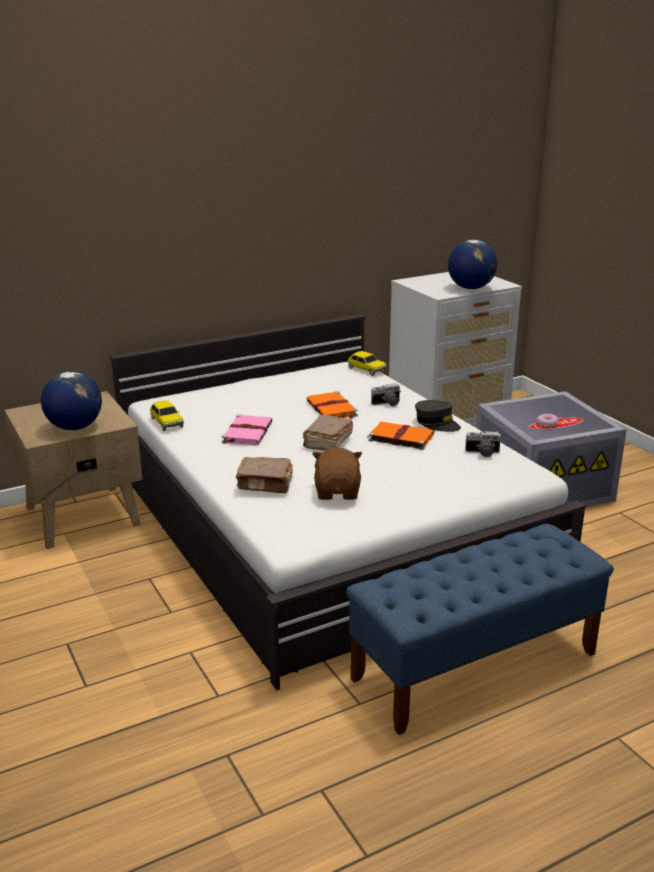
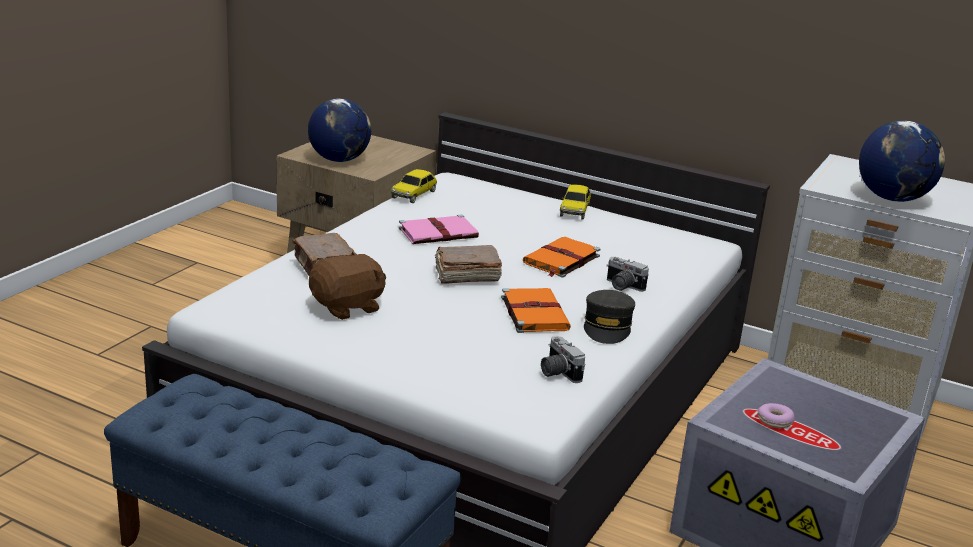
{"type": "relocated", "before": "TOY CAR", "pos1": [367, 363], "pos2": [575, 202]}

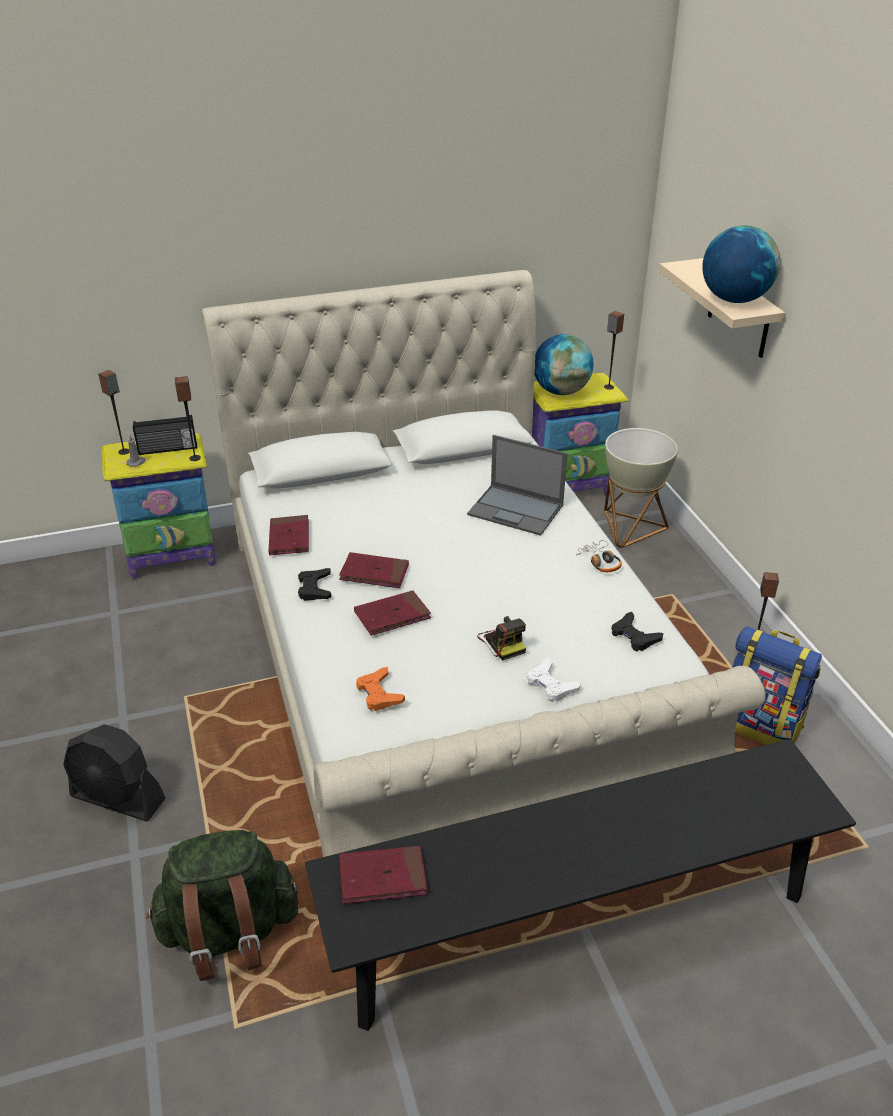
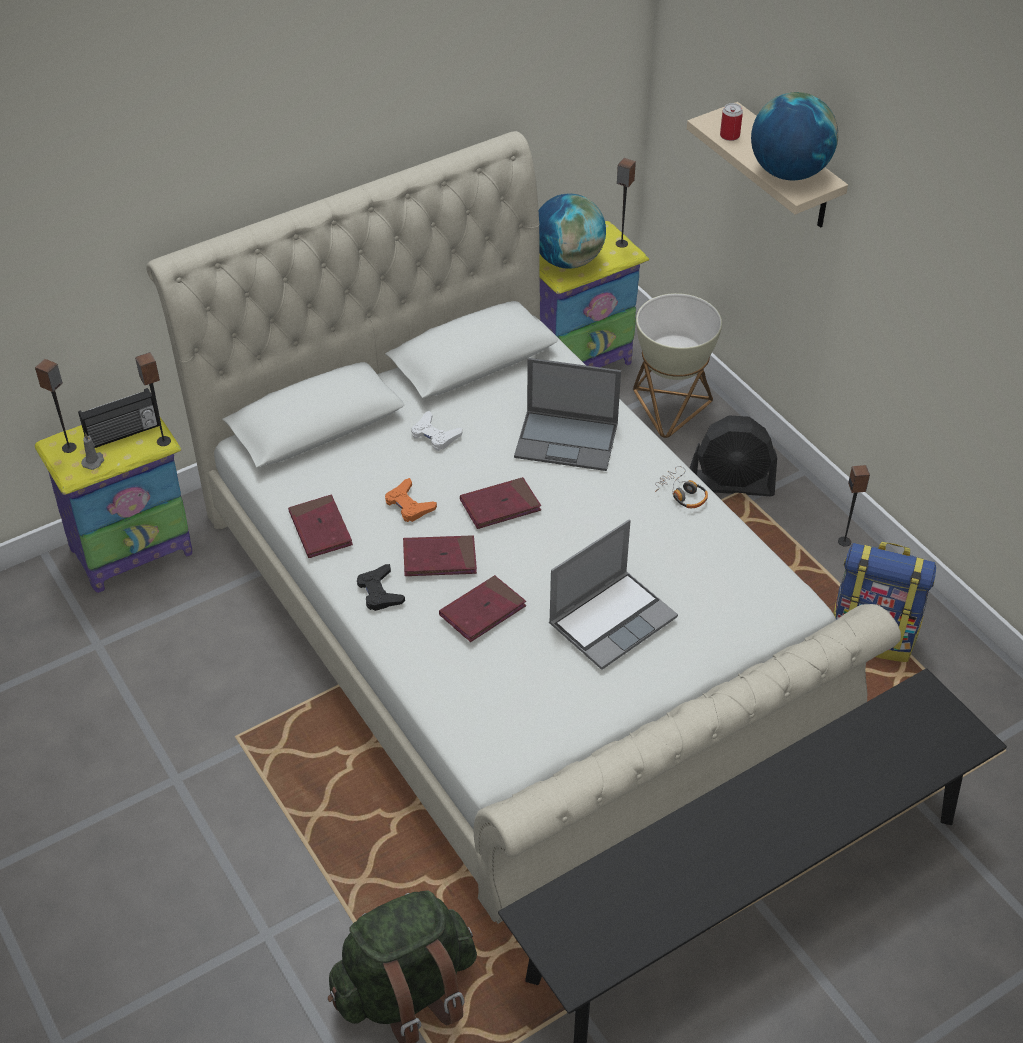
{"type": "missing", "before": "BLACK GAME CONTROLLER", "pos1": [637, 631]}
{"type": "appeared", "after": "CAN", "pos2": [731, 122]}
{"type": "relocated", "before": "BLACK FAN", "pos1": [114, 772], "pos2": [733, 455]}
{"type": "relocated", "before": "RED BOOK", "pos1": [383, 875], "pos2": [500, 503]}
{"type": "relocated", "before": "ORANGE GAME CONTROLLER", "pos1": [380, 689], "pos2": [411, 500]}
{"type": "relocated", "before": "WHITE GAME CONTROLLER", "pos1": [554, 680], "pos2": [436, 431]}
{"type": "exchanged", "before": "PHOTO CAMERA", "after": "LAPTOP", "pos1": [501, 638], "pos2": [613, 595]}

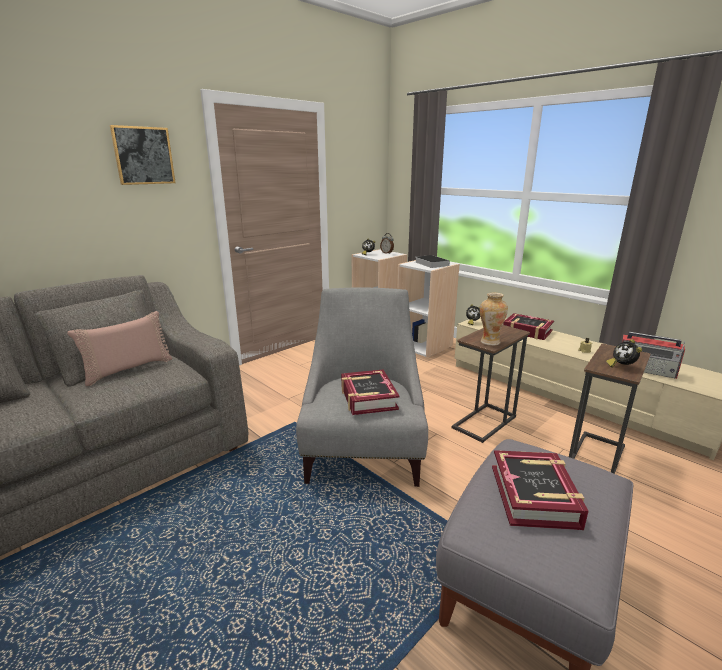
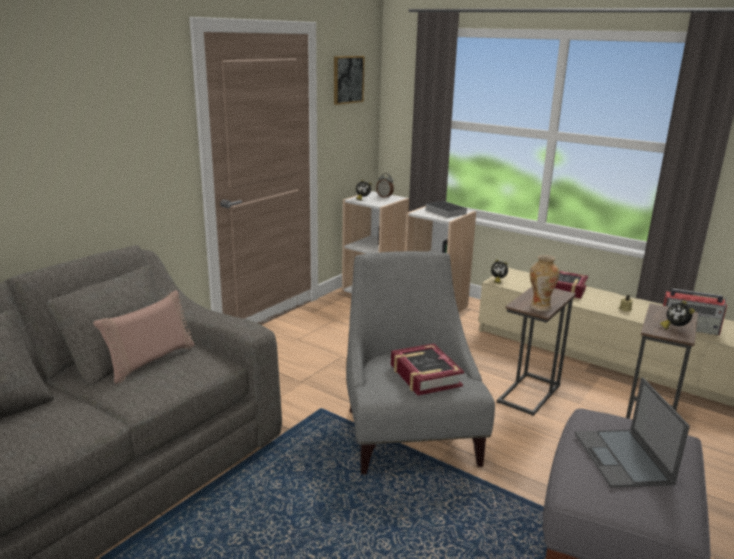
{"type": "relocated", "before": "PICTURE", "pos1": [143, 155], "pos2": [349, 80]}
{"type": "exchanged", "before": "BOOK", "after": "LAPTOP", "pos1": [540, 490], "pos2": [632, 433]}

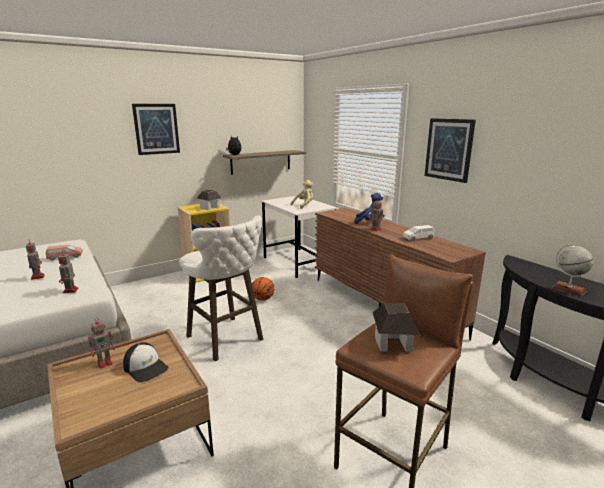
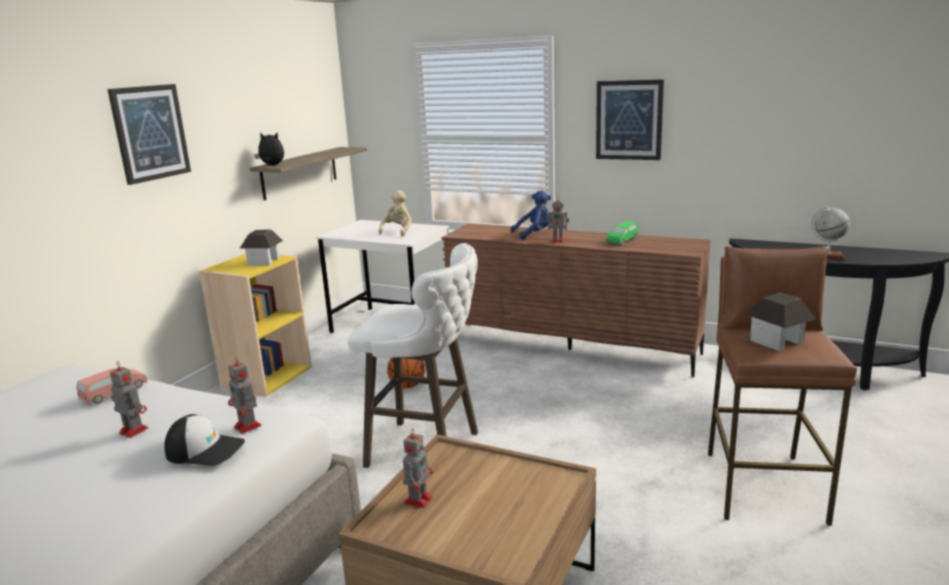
{"type": "relocated", "before": "CAP", "pos1": [146, 362], "pos2": [204, 440]}
{"type": "colour", "before": "WHITE TOY CAR", "after": "GREEN TOY CAR", "pos1": [419, 233], "pos2": [622, 233]}

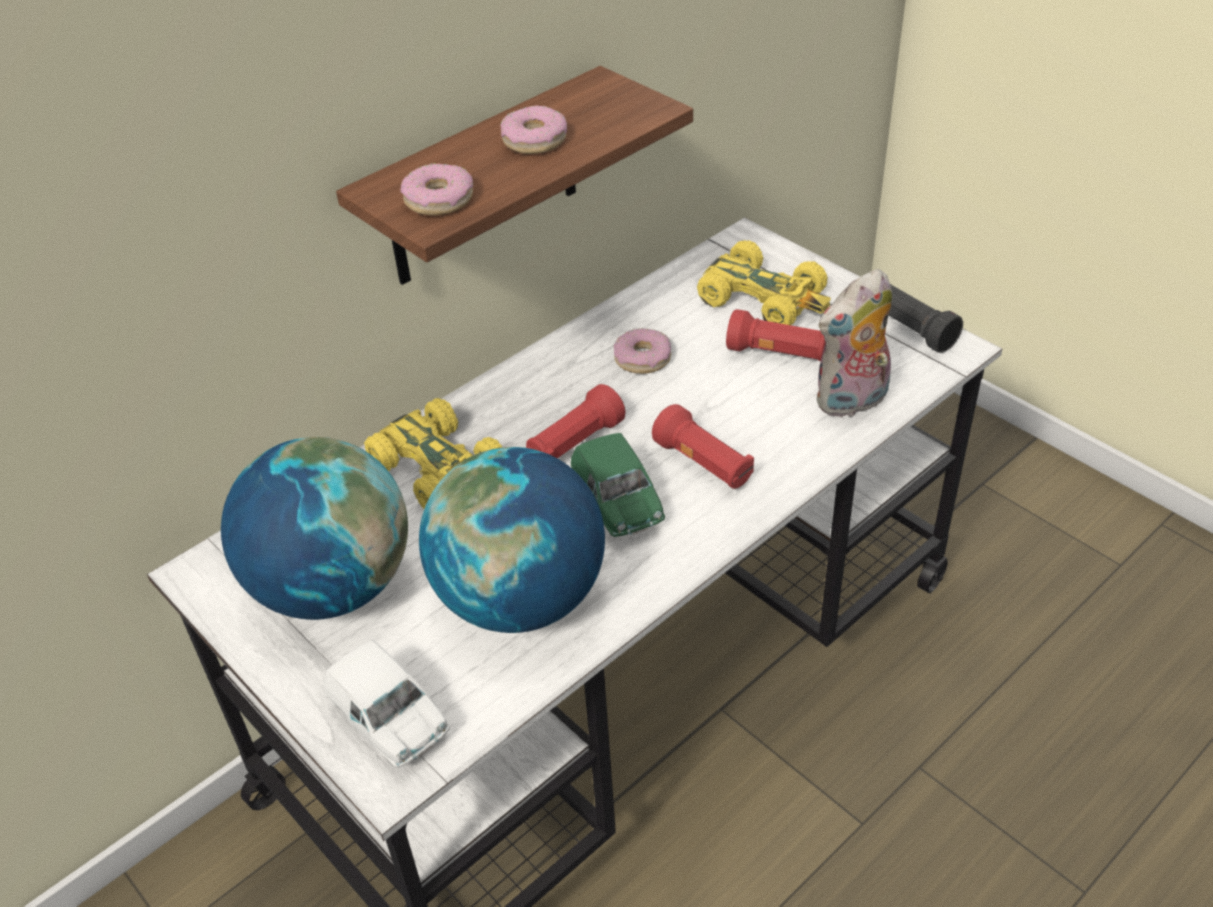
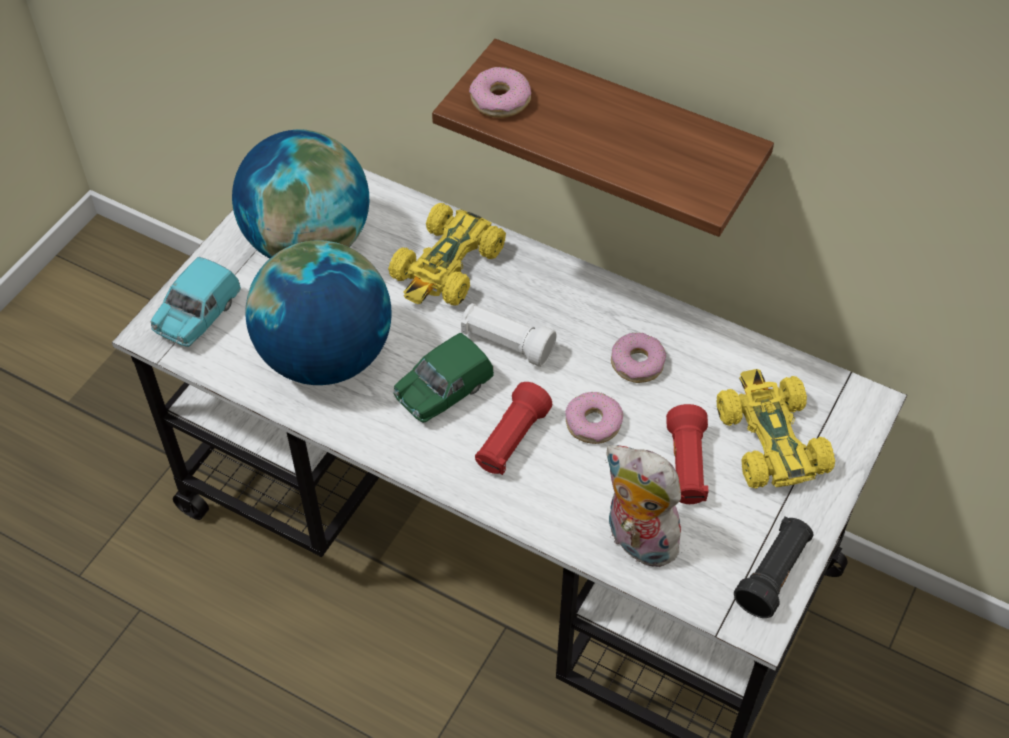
{"type": "relocated", "before": "DONUT", "pos1": [534, 129], "pos2": [594, 418]}
{"type": "colour", "before": "WHITE TOY CAR", "after": "TURQUOISE TOY CAR", "pos1": [386, 704], "pos2": [195, 302]}
{"type": "colour", "before": "RED FLASHLIGHT", "after": "WHITE FLASHLIGHT", "pos1": [575, 421], "pos2": [509, 335]}
{"type": "spun", "before": "YELLOW TOY CAR", "pos1": [764, 283], "pos2": [775, 429], "turn": 150}

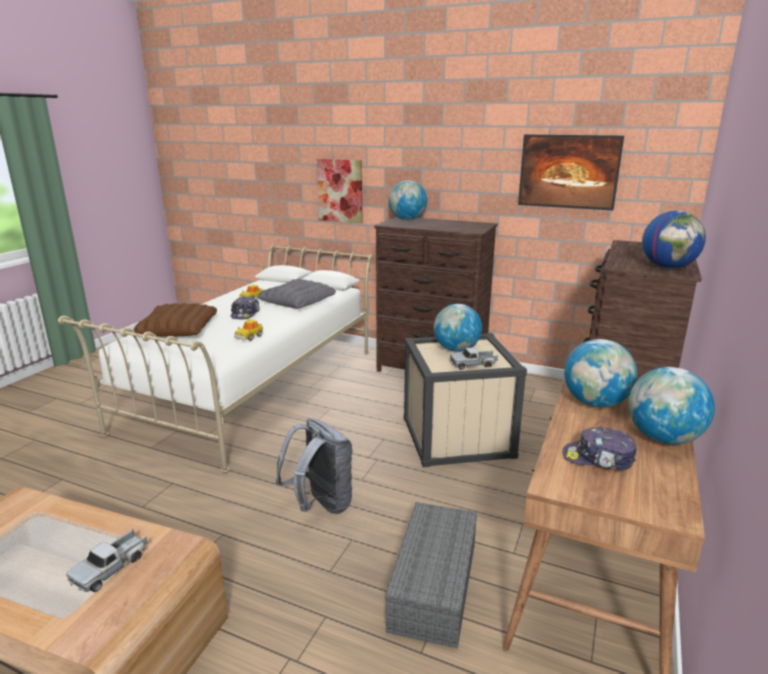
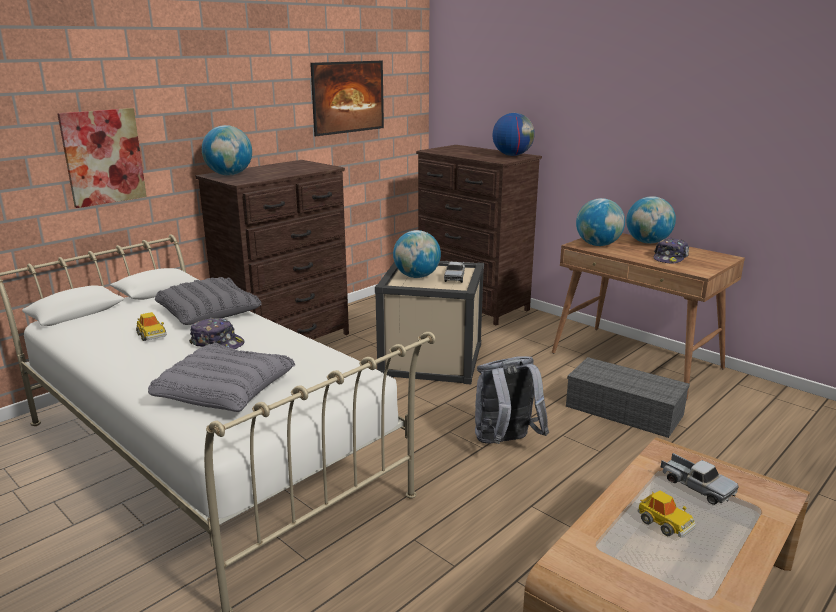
{"type": "relocated", "before": "TOY CAR", "pos1": [248, 330], "pos2": [667, 514]}
{"type": "colour", "before": "BROWN PILLOW", "after": "GREY PILLOW", "pos1": [175, 319], "pos2": [221, 377]}

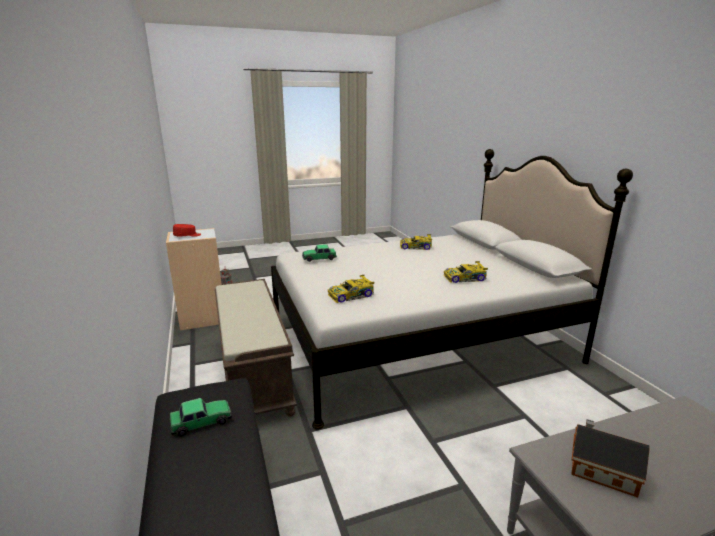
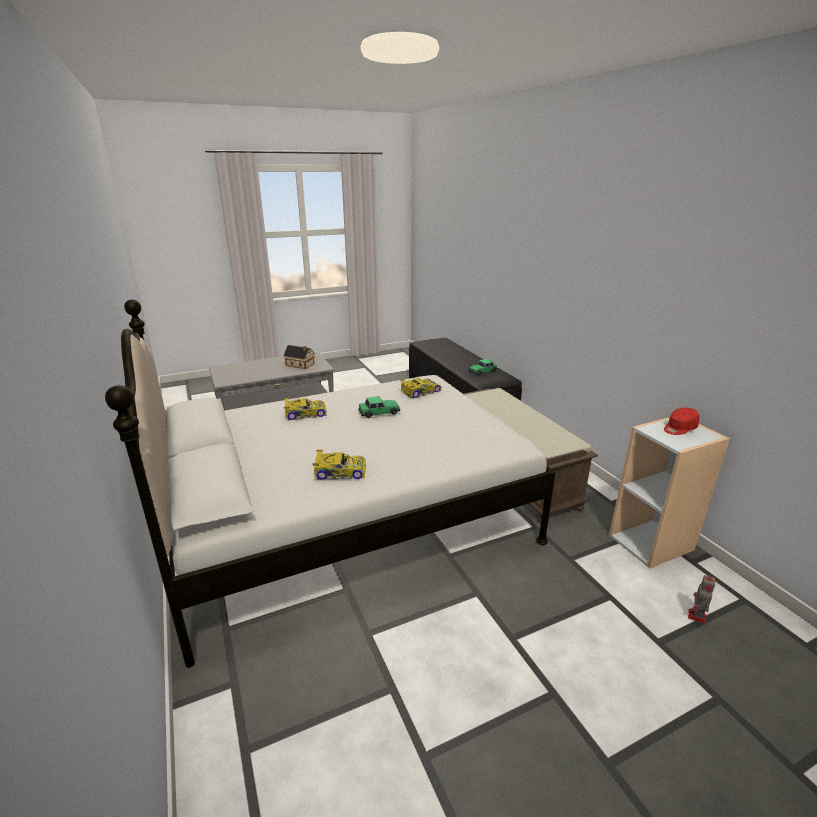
{"type": "relocated", "before": "TOY CAR", "pos1": [319, 253], "pos2": [379, 407]}

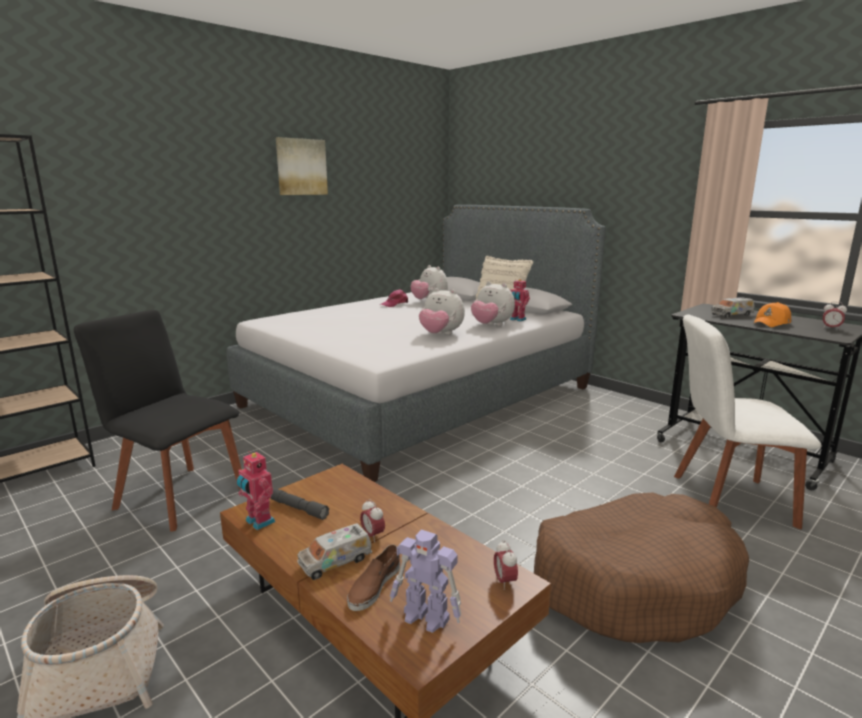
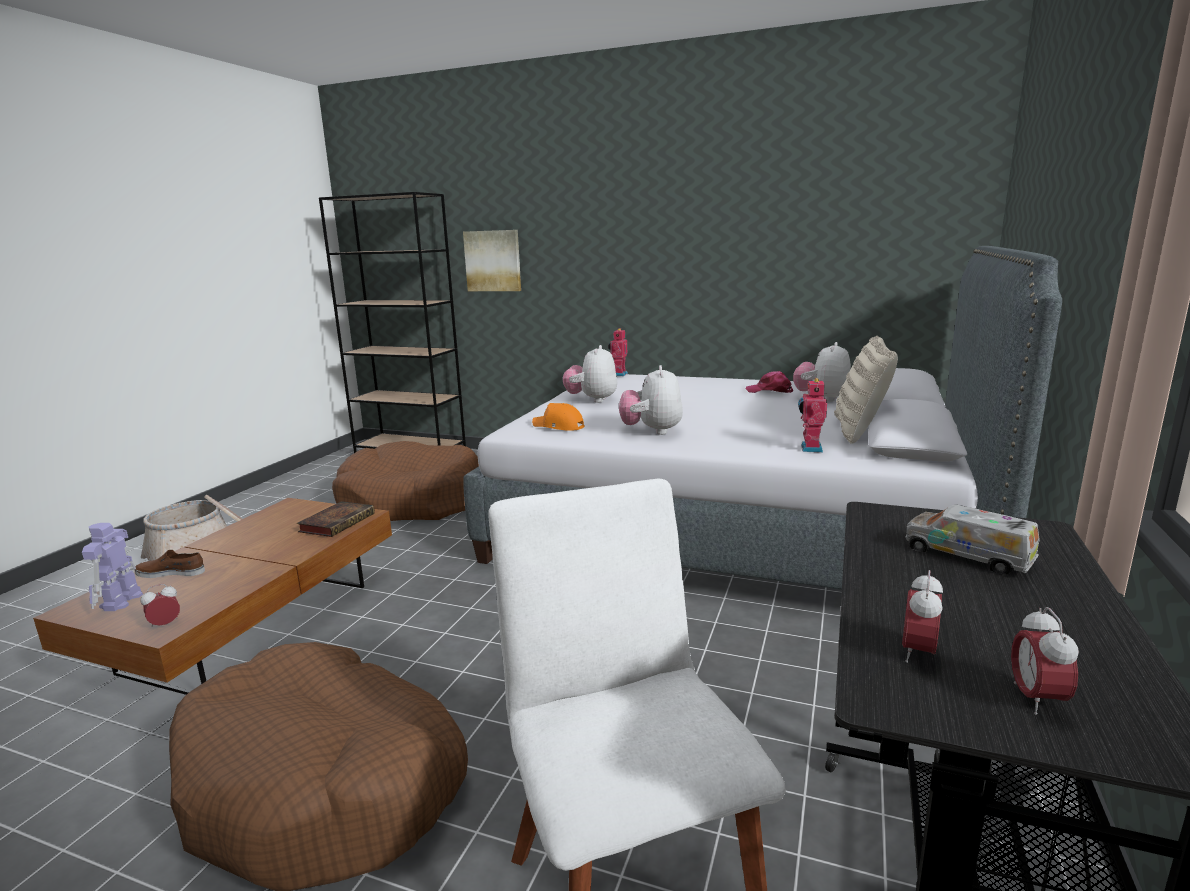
{"type": "missing", "before": "GREY FLASHLIGHT", "pos1": [300, 504]}
{"type": "missing", "before": "TOY TRUCK", "pos1": [334, 551]}
{"type": "appeared", "after": "BOOK", "pos2": [336, 519]}
{"type": "relocated", "before": "TOY ROBOT", "pos1": [256, 490], "pos2": [618, 352]}
{"type": "relocated", "before": "PICTURE", "pos1": [302, 166], "pos2": [492, 260]}
{"type": "relocated", "before": "ALARM CLOCK", "pos1": [372, 520], "pos2": [922, 616]}
{"type": "relocated", "before": "PLUSH TOY", "pos1": [493, 304], "pos2": [590, 374]}
{"type": "relocated", "before": "ORANGE CAP", "pos1": [772, 314], "pos2": [558, 417]}
{"type": "exchanged", "before": "BLACK CHAIR", "after": "BROWN DOG BED", "pos1": [158, 421], "pos2": [405, 481]}

